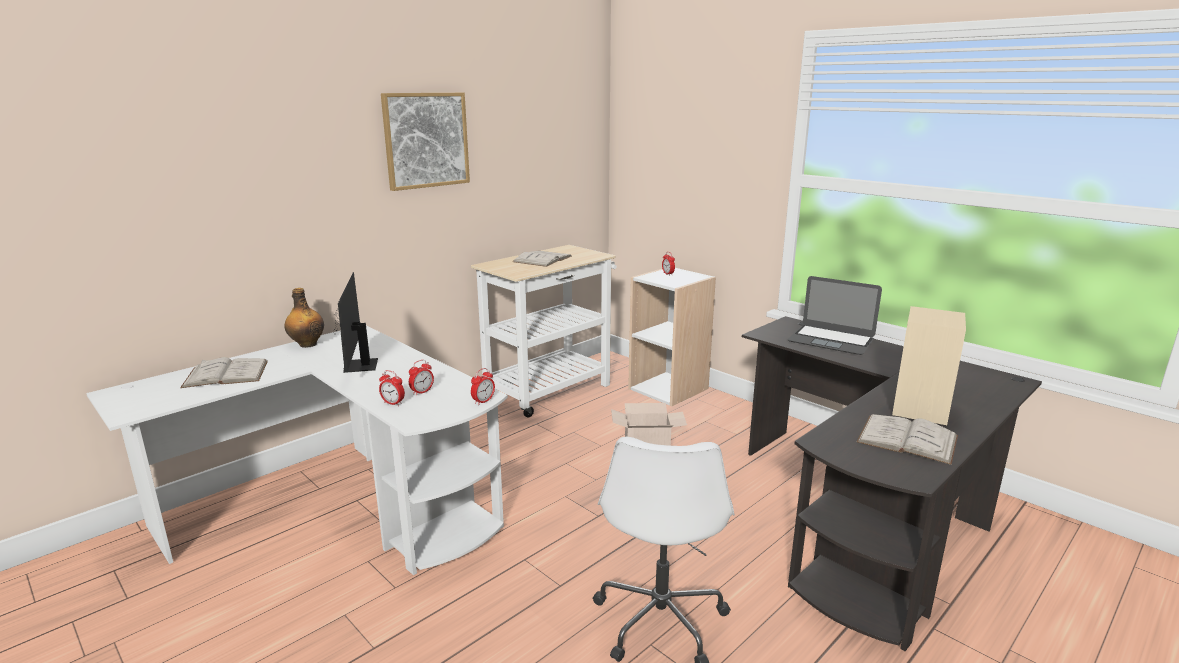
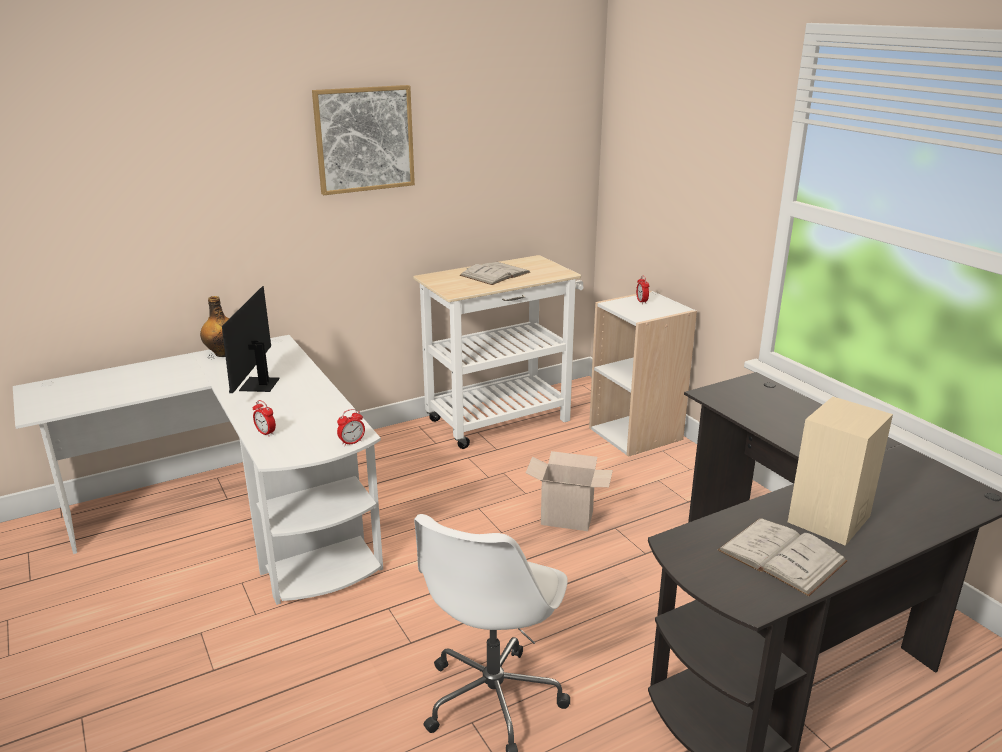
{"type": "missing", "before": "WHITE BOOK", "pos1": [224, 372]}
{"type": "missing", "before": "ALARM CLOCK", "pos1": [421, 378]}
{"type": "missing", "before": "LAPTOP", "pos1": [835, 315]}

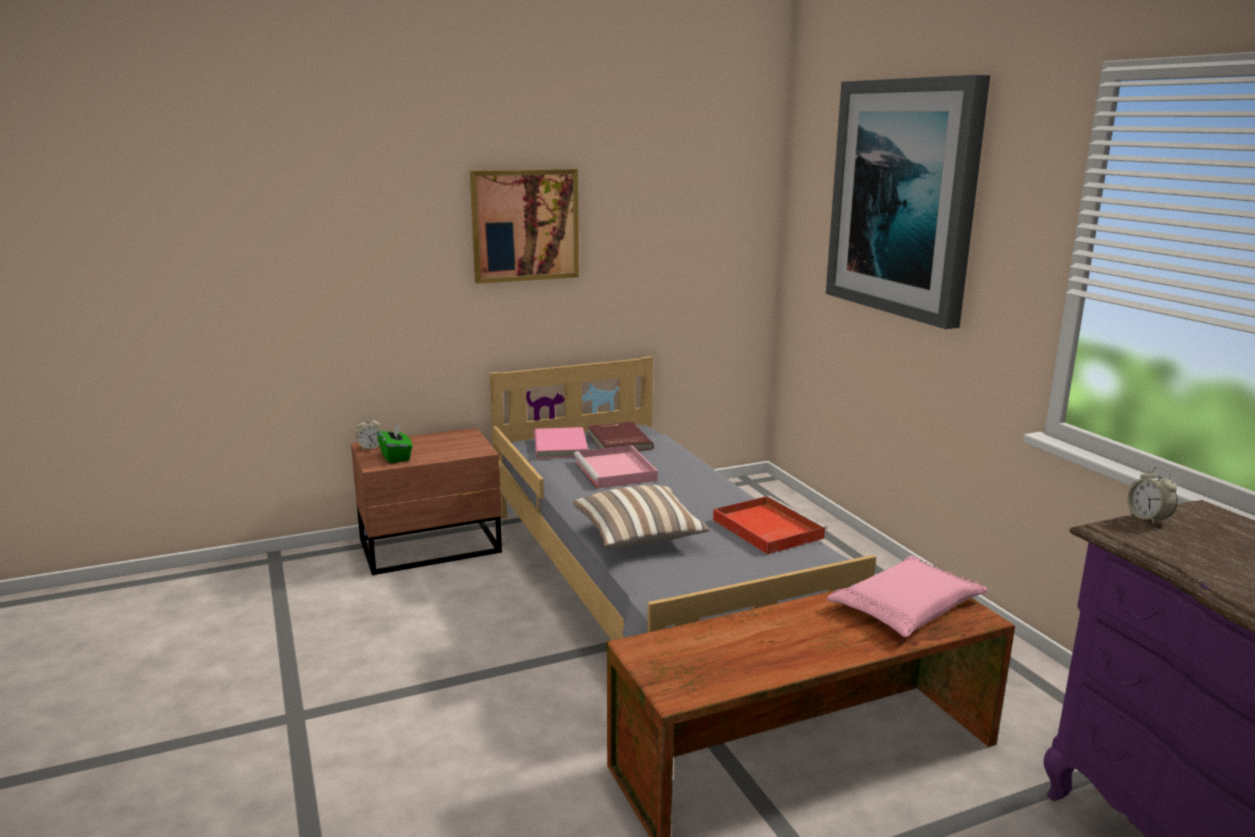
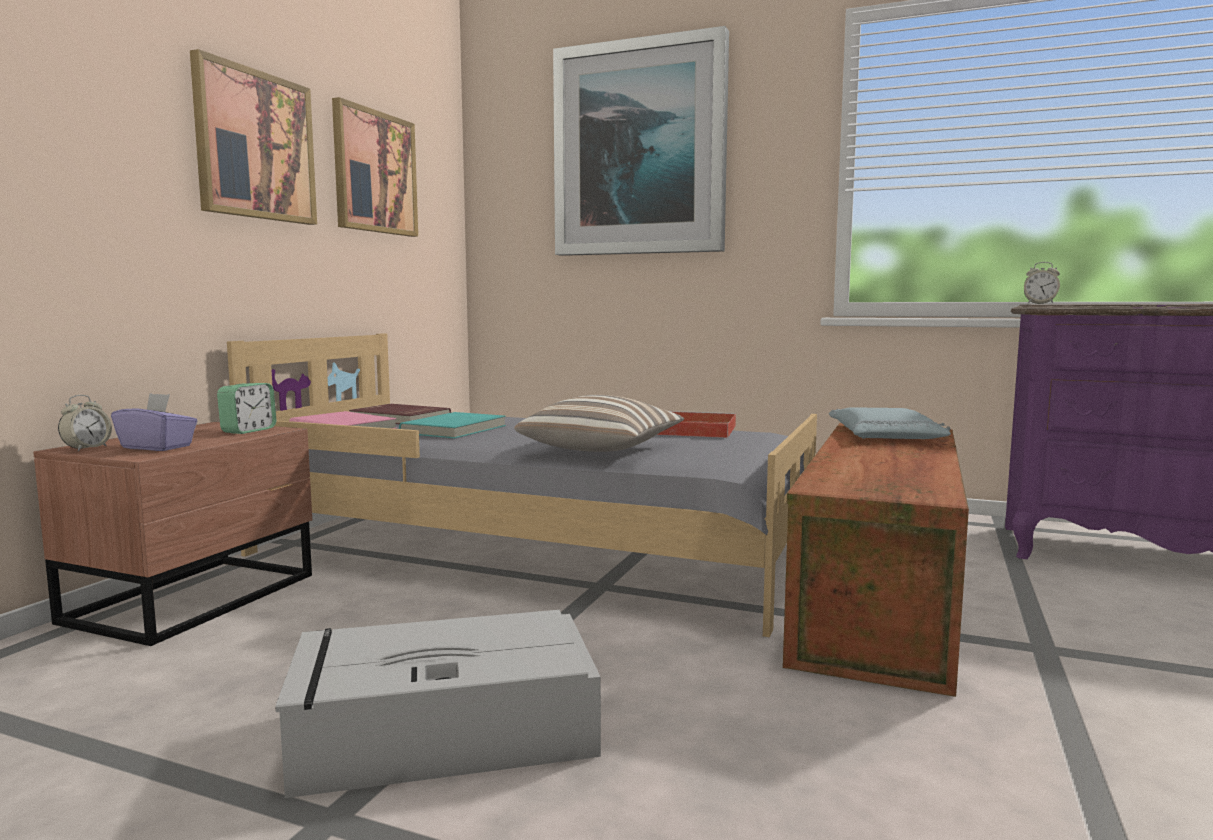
{"type": "appeared", "after": "ALARM CLOCK", "pos2": [246, 408]}
{"type": "appeared", "after": "GREY STORAGE BOX", "pos2": [438, 704]}
{"type": "appeared", "after": "PICTURE", "pos2": [375, 167]}
{"type": "exchanged", "before": "PINK TRAY", "after": "TURQUOISE BOOK", "pos1": [616, 466], "pos2": [452, 425]}
{"type": "colour", "before": "GREEN TISSUE BOX", "after": "PURPLE TISSUE BOX", "pos1": [395, 443], "pos2": [154, 422]}
{"type": "colour", "before": "PINK PILLOW", "after": "BLUE PILLOW", "pos1": [907, 596], "pos2": [890, 423]}

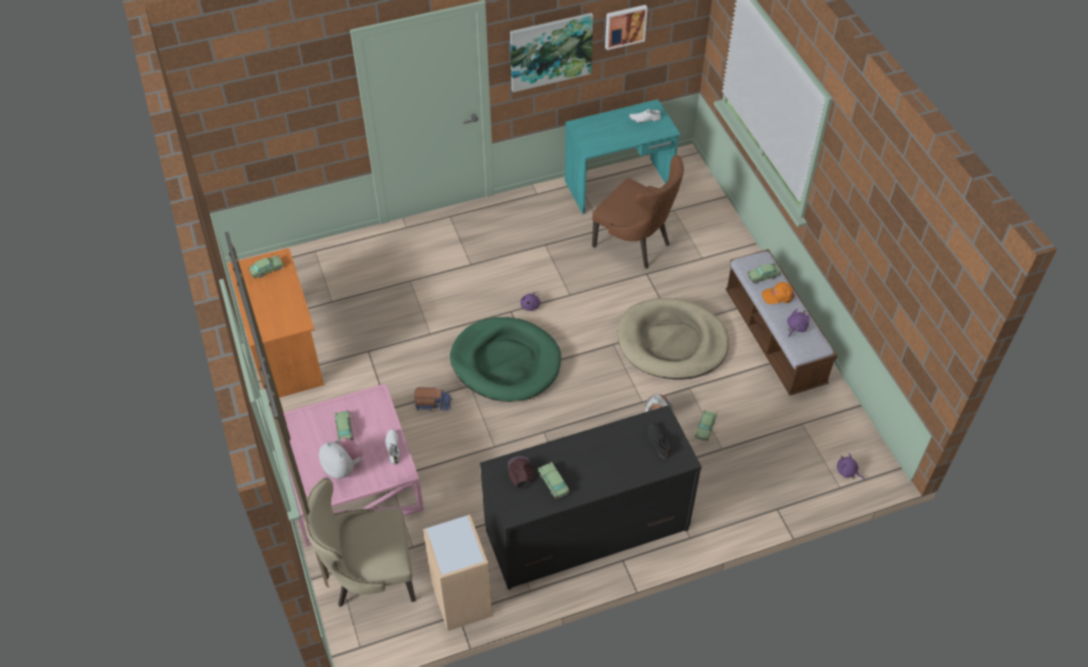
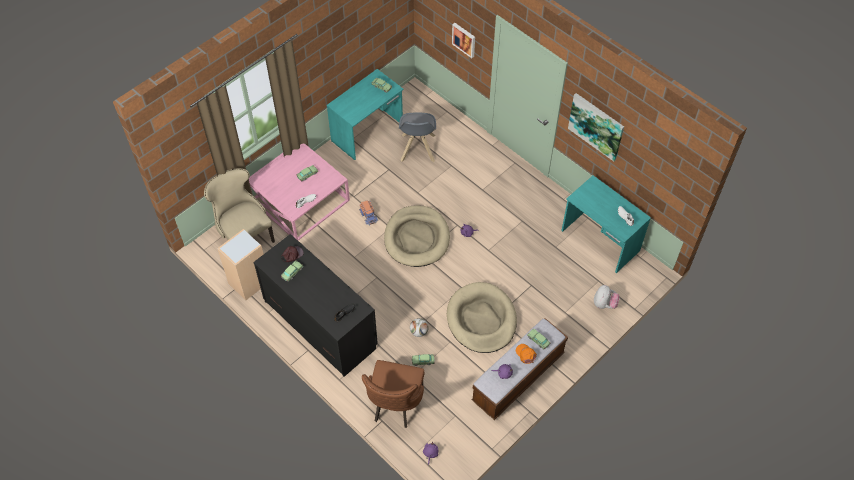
{"type": "appeared", "after": "GREY CHAIR", "pos2": [417, 137]}
{"type": "relocated", "before": "PLUSH TOY", "pos1": [341, 458], "pos2": [607, 297]}
{"type": "relocated", "before": "BROWN CHAIR", "pos1": [638, 212], "pos2": [393, 394]}
{"type": "relocated", "before": "PICTURE", "pos1": [626, 27], "pos2": [463, 40]}
{"type": "colour", "before": "ORANGE DESK", "after": "TURQUOISE DESK", "pos1": [276, 323], "pos2": [365, 114]}
{"type": "colour", "before": "GREEN DOG BED", "after": "BEIGE DOG BED", "pos1": [505, 359], "pos2": [417, 236]}

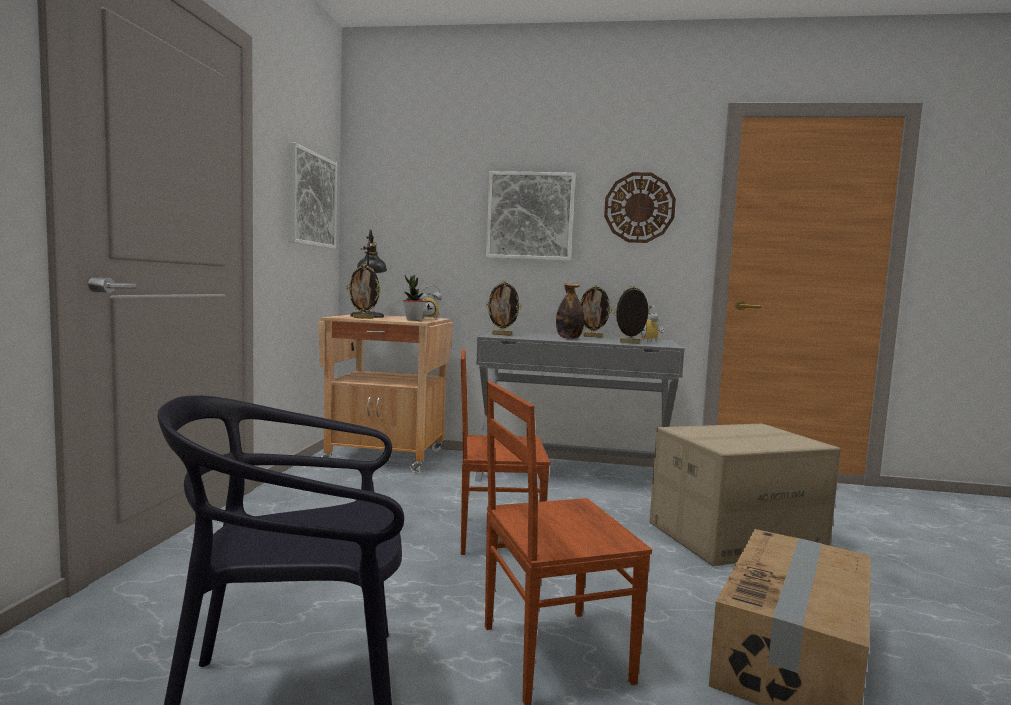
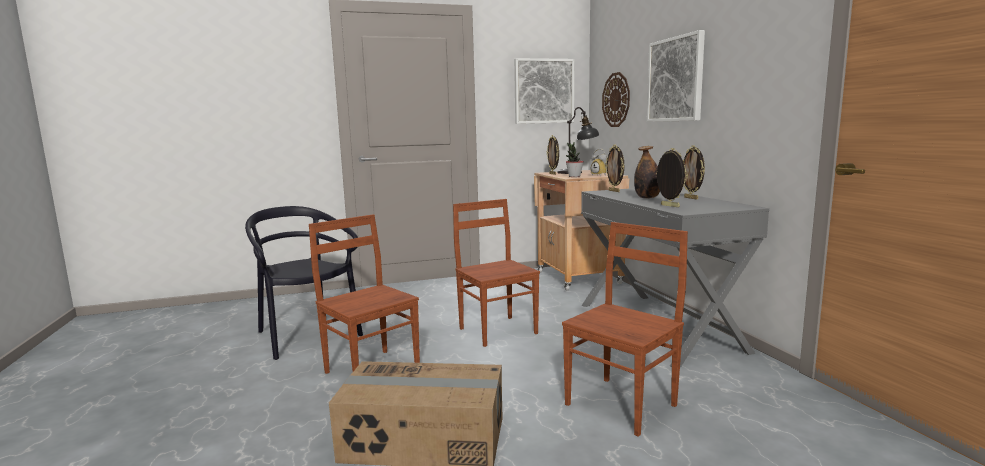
{"type": "missing", "before": "ALARM CLOCK", "pos1": [652, 324]}
{"type": "relocated", "before": "WALL CLOCK", "pos1": [640, 207], "pos2": [616, 99]}
{"type": "exchanged", "before": "CARDBOARD BOX", "after": "BROWN CHAIR", "pos1": [745, 495], "pos2": [625, 329]}

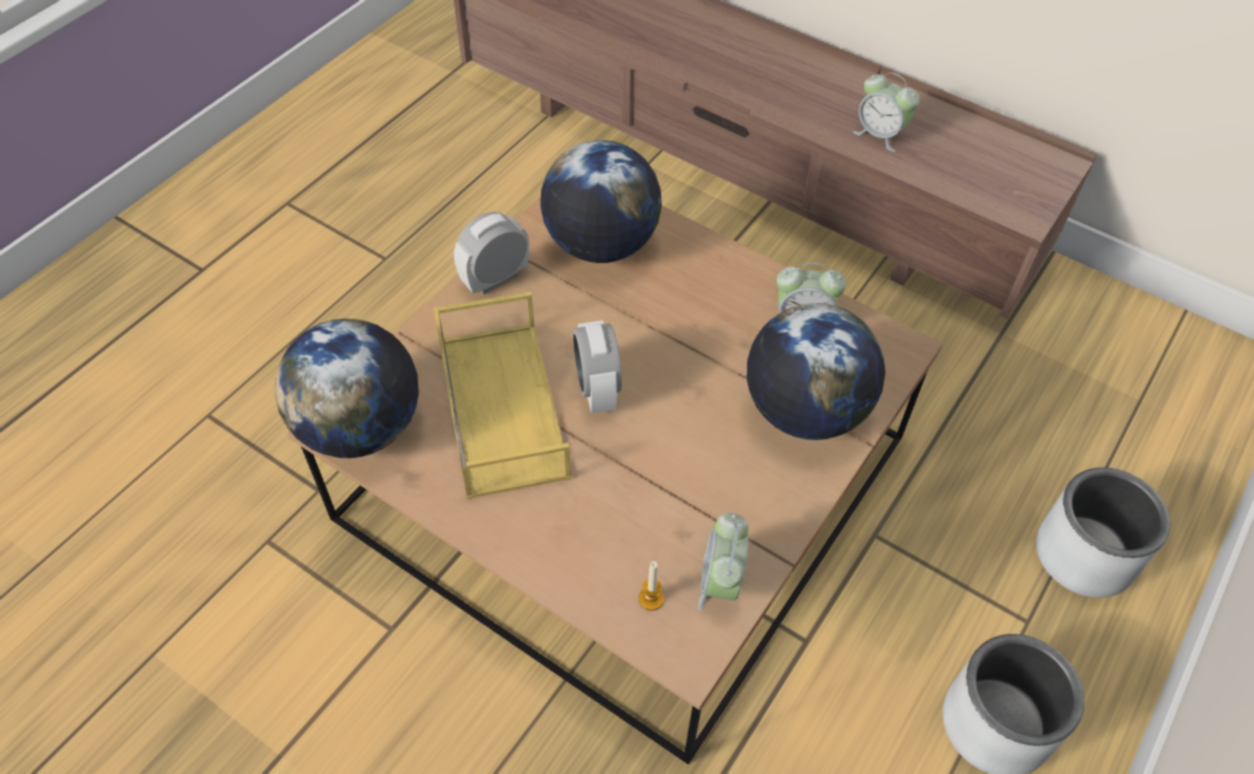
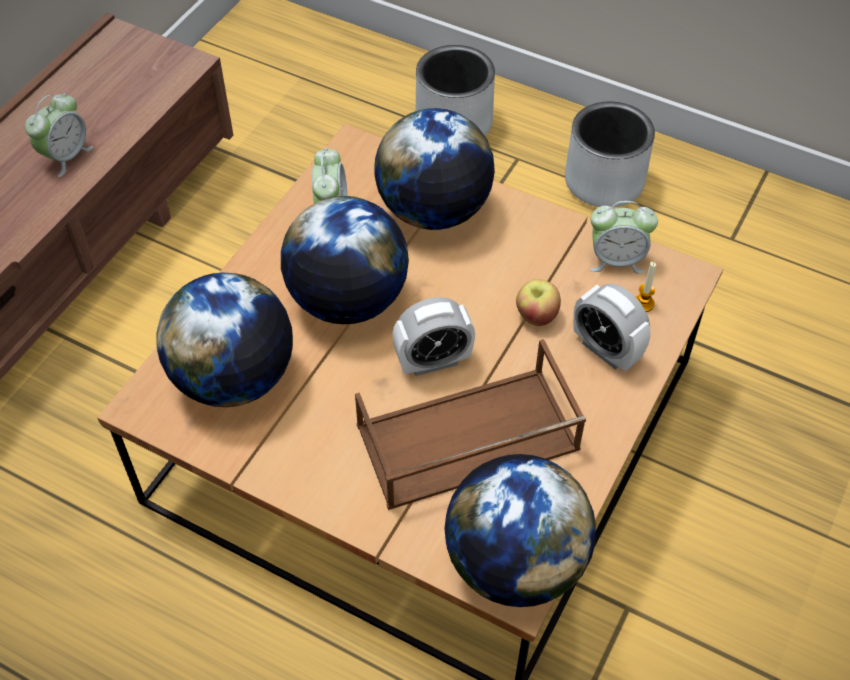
{"type": "appeared", "after": "GLOBE", "pos2": [345, 260]}
{"type": "appeared", "after": "APPLE", "pos2": [538, 302]}
{"type": "relocated", "before": "ALARM CLOCK", "pos1": [491, 253], "pos2": [612, 328]}
{"type": "colour", "before": "YELLOW TRAY", "after": "BROWN TRAY", "pos1": [502, 395], "pos2": [470, 424]}

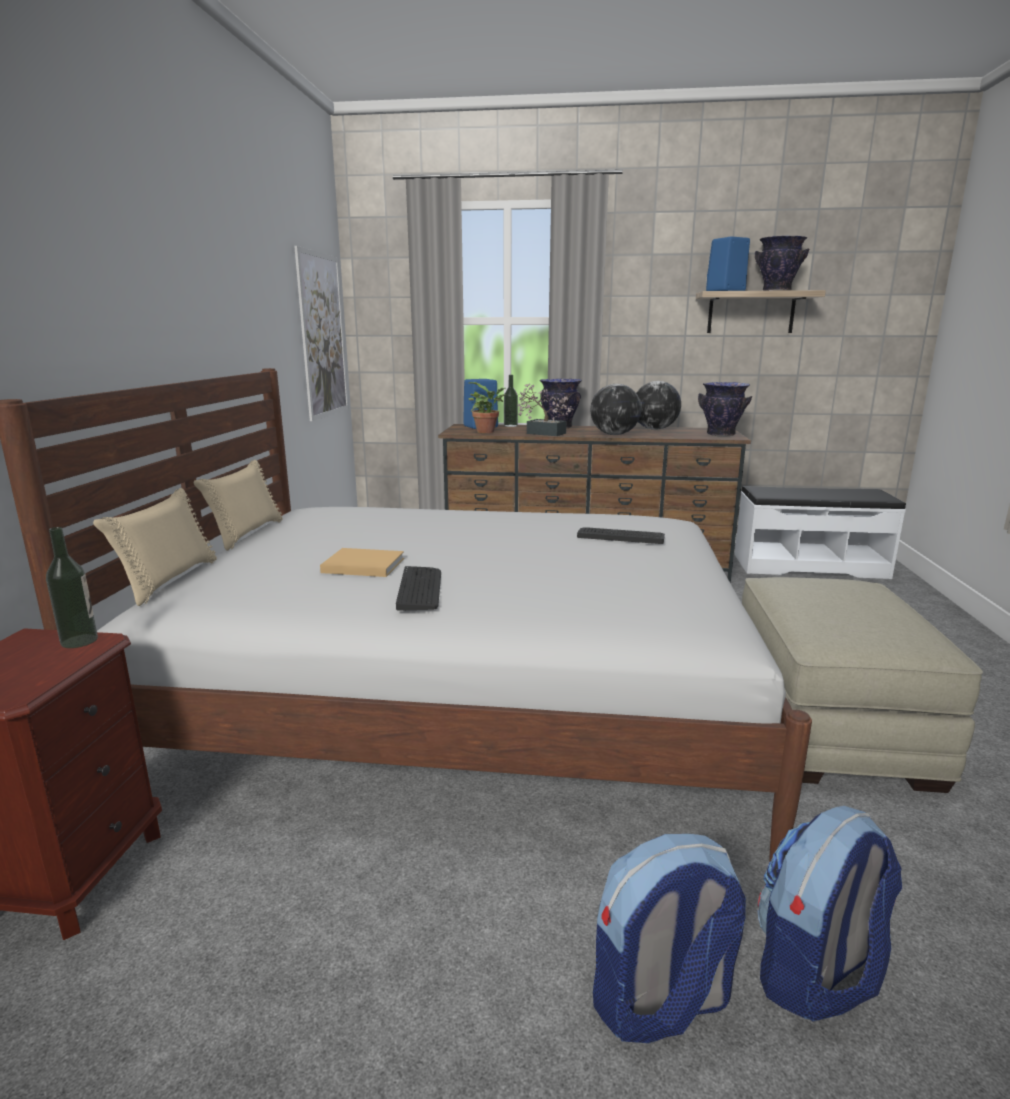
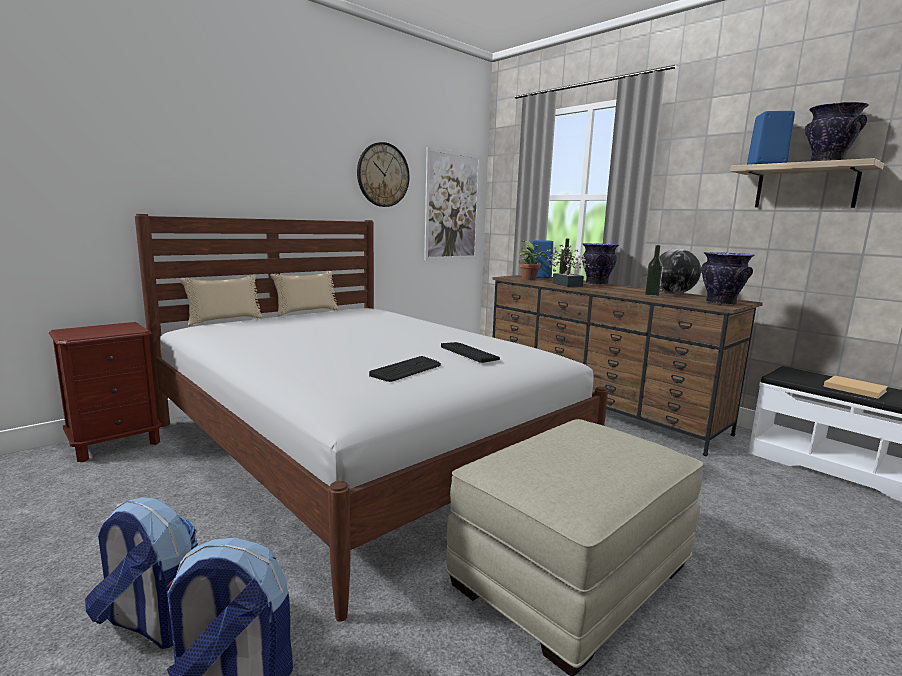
{"type": "missing", "before": "GLOBE", "pos1": [615, 409]}
{"type": "appeared", "after": "WALL CLOCK", "pos2": [383, 174]}
{"type": "relocated", "before": "BOTTLE", "pos1": [72, 587], "pos2": [654, 271]}
{"type": "relocated", "before": "BEIGE BOOK", "pos1": [362, 562], "pos2": [855, 387]}
{"type": "relocated", "before": "KEYBOARD", "pos1": [418, 588], "pos2": [405, 369]}

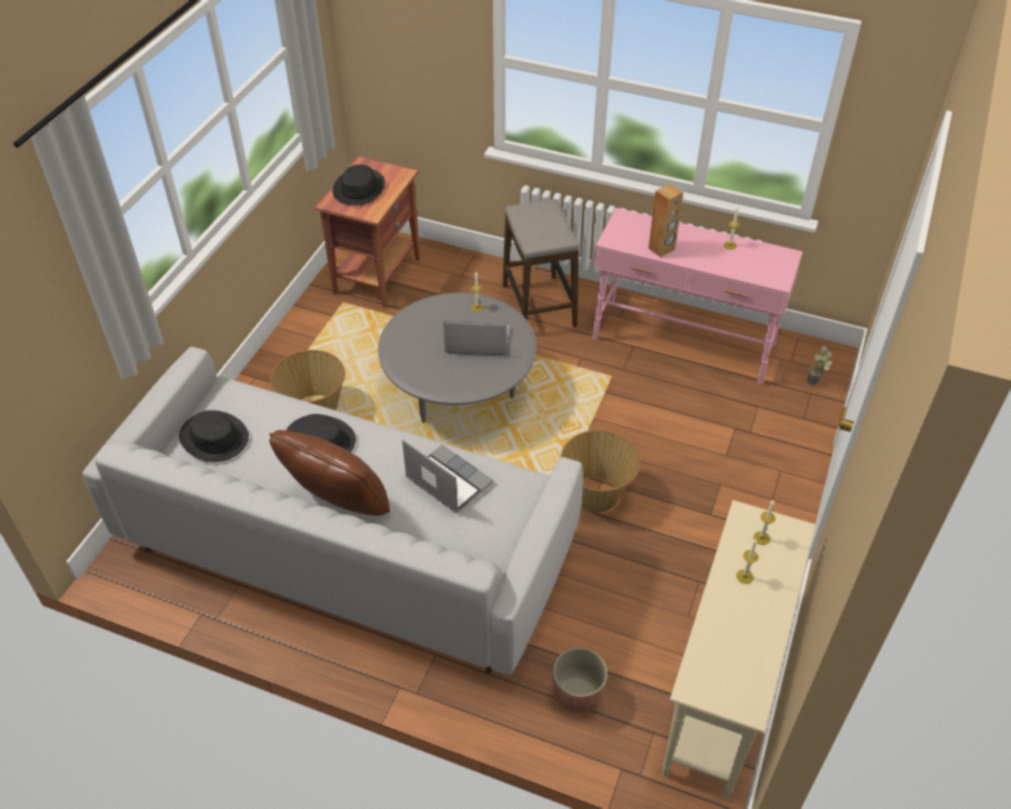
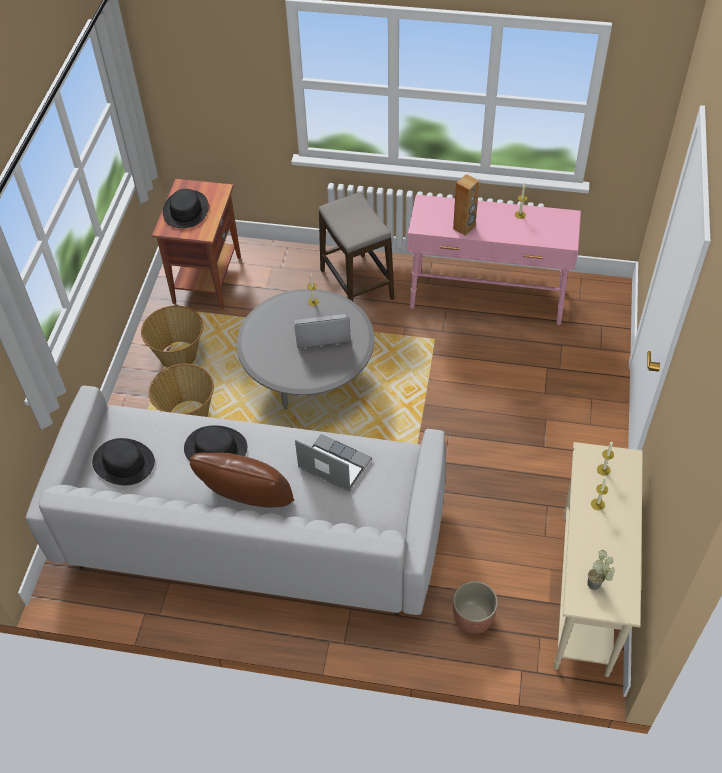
{"type": "relocated", "before": "BASKET", "pos1": [600, 471], "pos2": [172, 337]}
{"type": "relocated", "before": "POTTED PLANT", "pos1": [819, 366], "pos2": [601, 570]}

